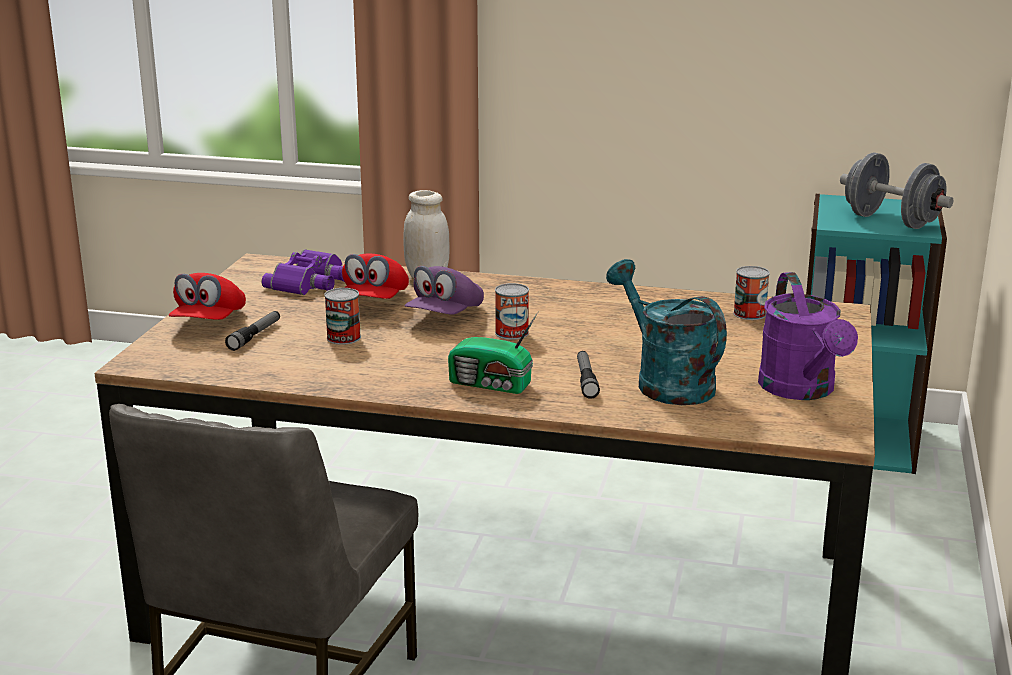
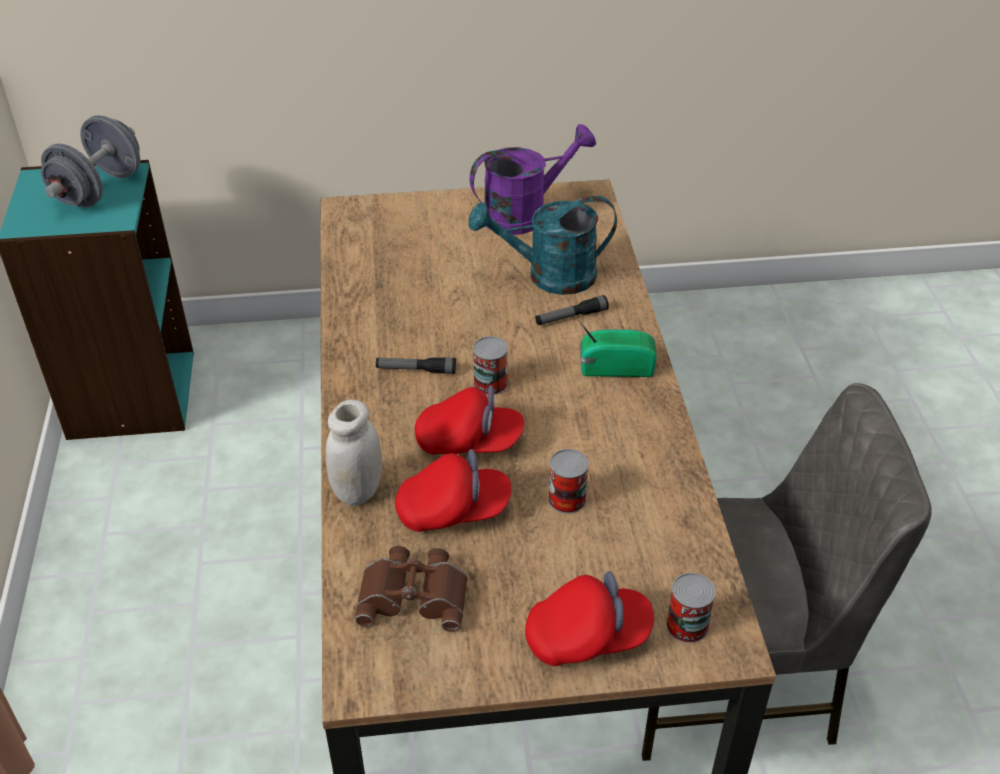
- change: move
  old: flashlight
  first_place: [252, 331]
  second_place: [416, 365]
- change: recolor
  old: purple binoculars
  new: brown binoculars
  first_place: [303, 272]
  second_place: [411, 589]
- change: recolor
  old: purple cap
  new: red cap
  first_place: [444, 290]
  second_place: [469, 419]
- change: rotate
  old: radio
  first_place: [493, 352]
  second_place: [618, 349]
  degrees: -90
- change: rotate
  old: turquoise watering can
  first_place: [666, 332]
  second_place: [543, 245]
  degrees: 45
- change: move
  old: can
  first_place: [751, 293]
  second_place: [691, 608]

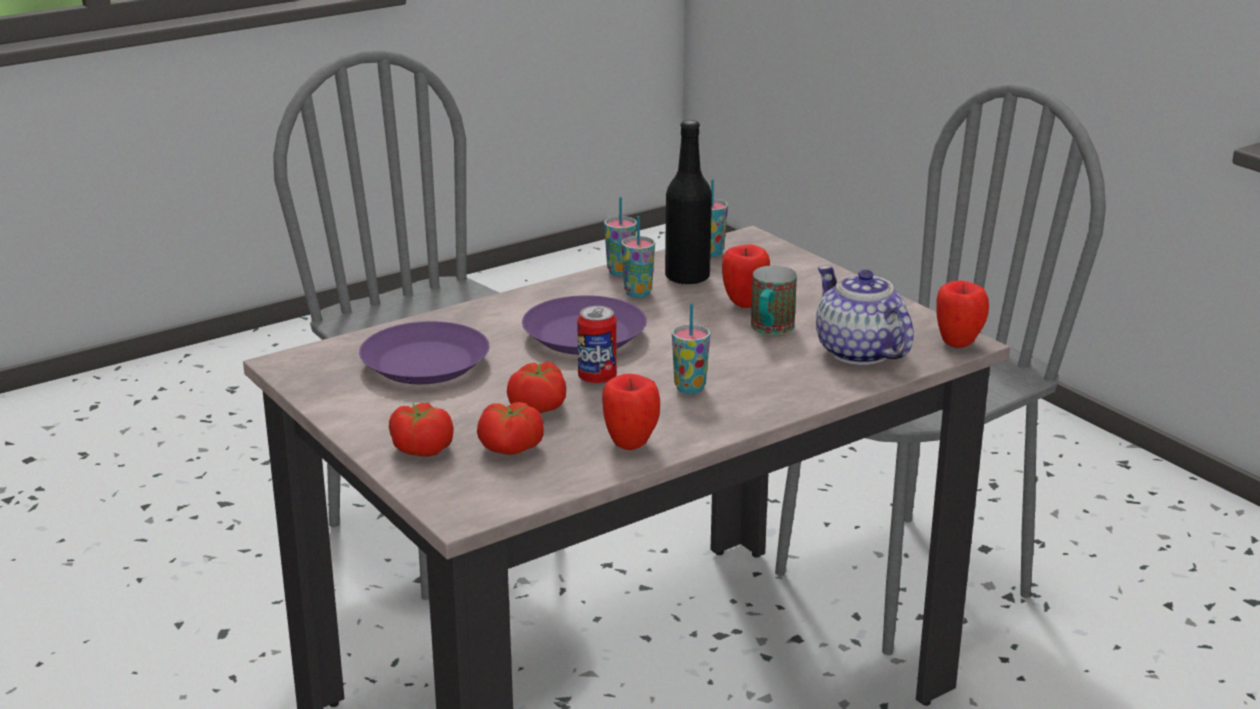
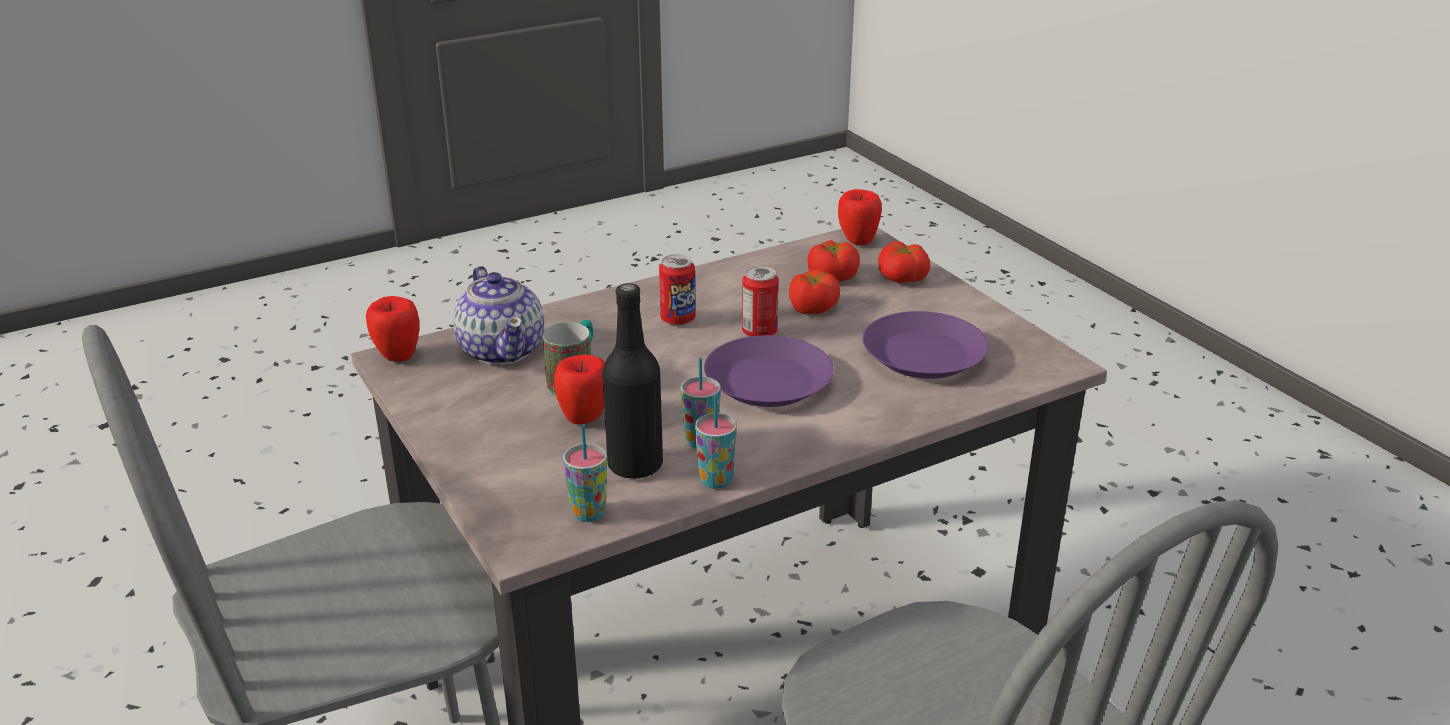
- change: move
  old: apple
  first_place: [631, 412]
  second_place: [860, 217]
- change: replace
  old: cup
  new: can
  first_place: [691, 348]
  second_place: [677, 290]

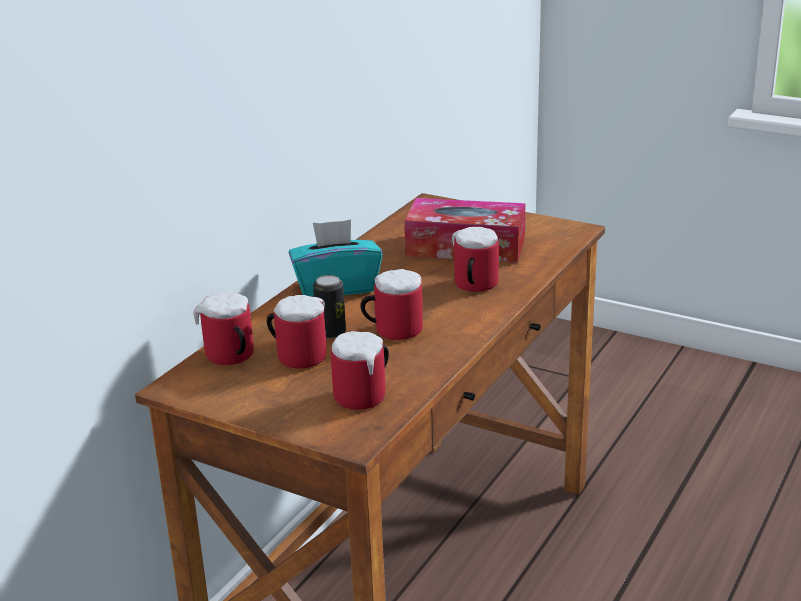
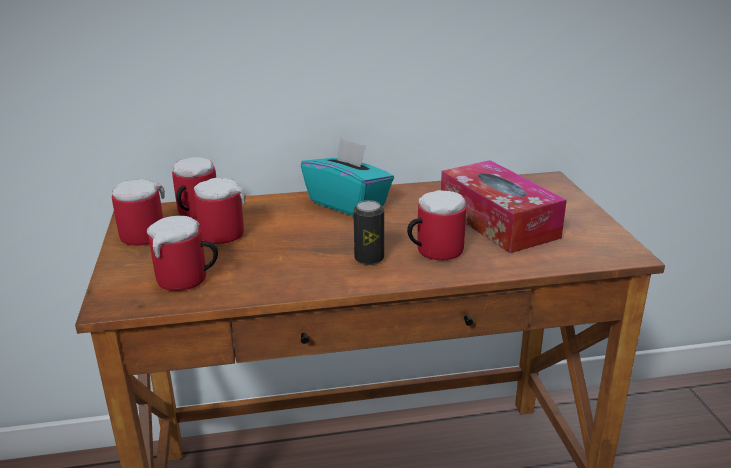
- change: move
  old: can
  first_place: [329, 307]
  second_place: [368, 232]
- change: move
  old: mug
  first_place: [391, 304]
  second_place: [138, 212]

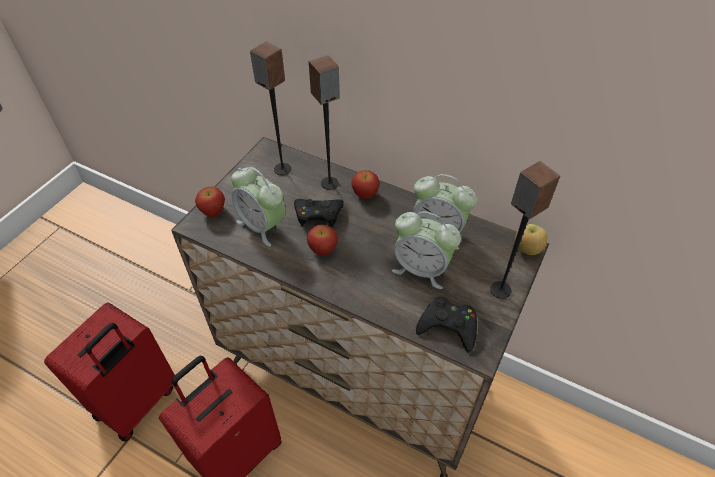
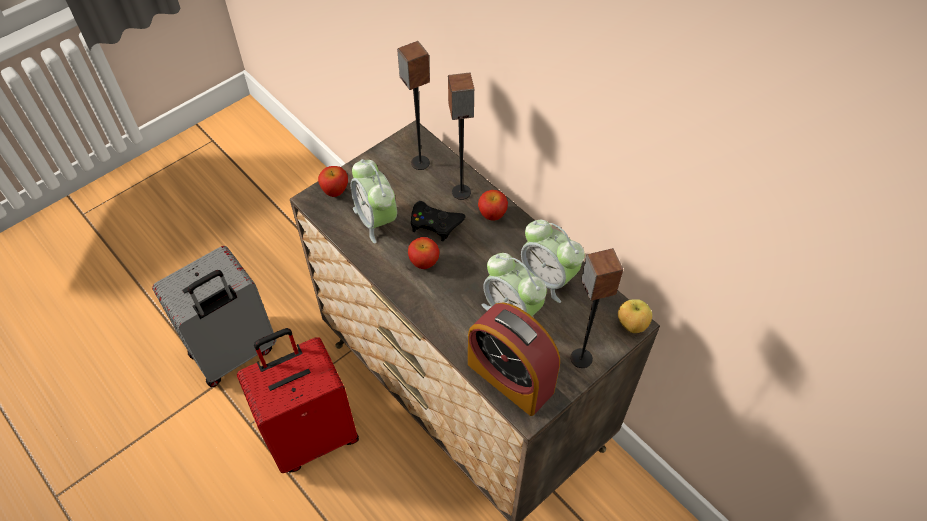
- change: recolor
  old: red suitcase
  new: grey suitcase
  first_place: [109, 372]
  second_place: [214, 316]
- change: replace
  old: black game controller
  new: alarm clock
  first_place: [446, 325]
  second_place: [514, 359]

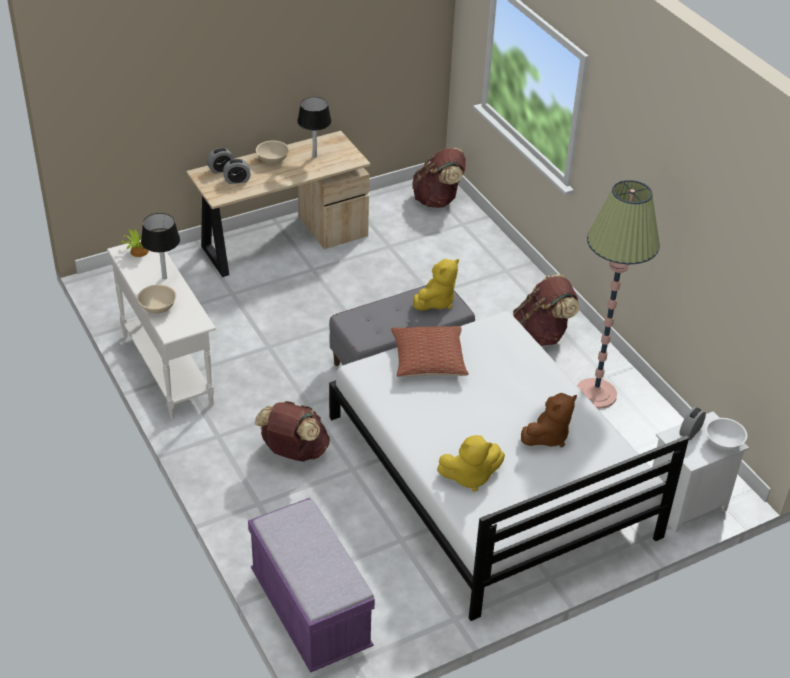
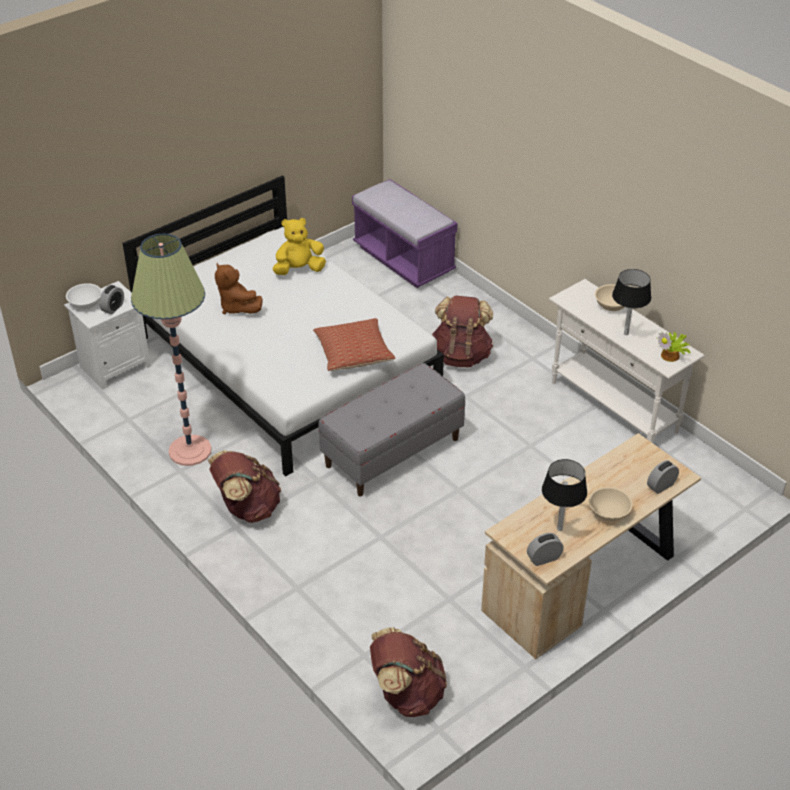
- change: move
  old: alarm clock
  first_place: [237, 171]
  second_place: [545, 549]
- change: delete
  old: yellow plush toy
  first_place: [436, 285]
- change: rotate
  old: brown plush toy
  first_place: [549, 420]
  second_place: [239, 288]
  degrees: -75

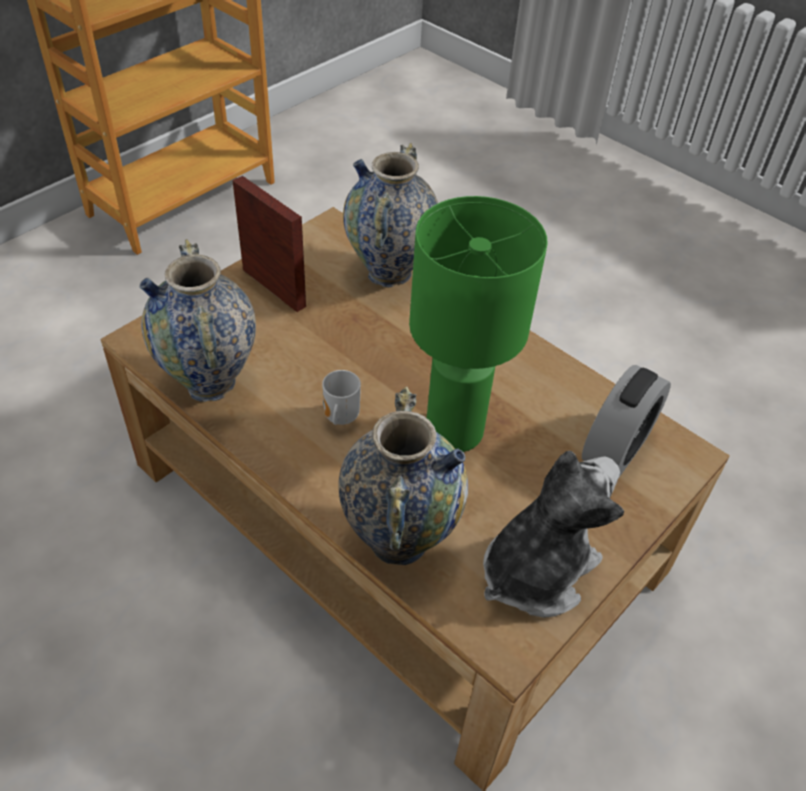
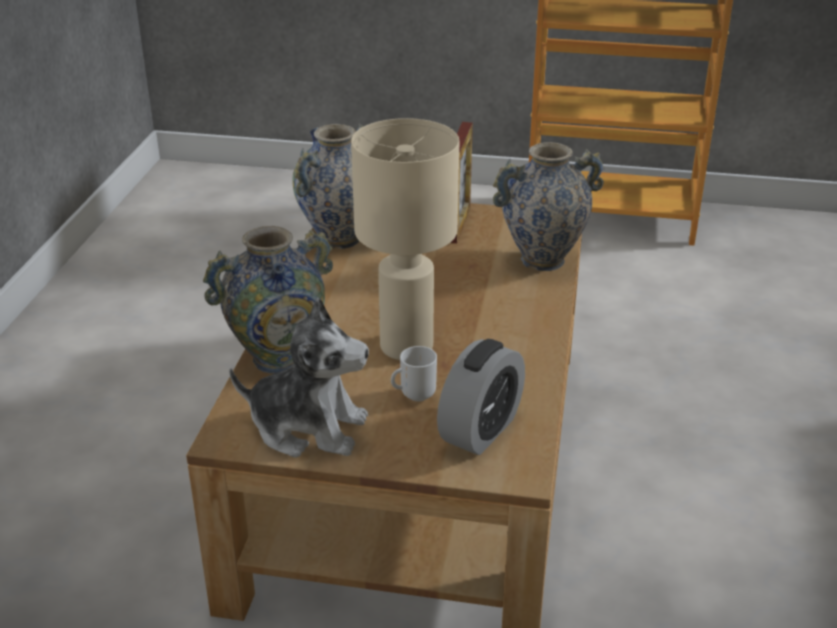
- change: move
  old: mug
  first_place: [341, 397]
  second_place: [414, 374]
- change: recolor
  old: green table lamp
  new: beige table lamp
  first_place: [478, 324]
  second_place: [405, 239]
- change: rotate
  old: alarm clock
  first_place: [626, 421]
  second_place: [481, 397]
  degrees: -60

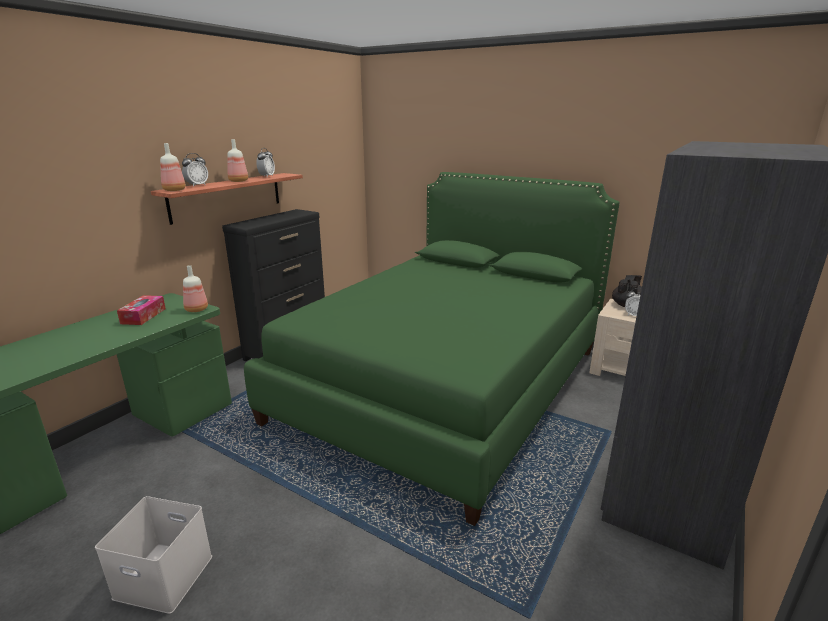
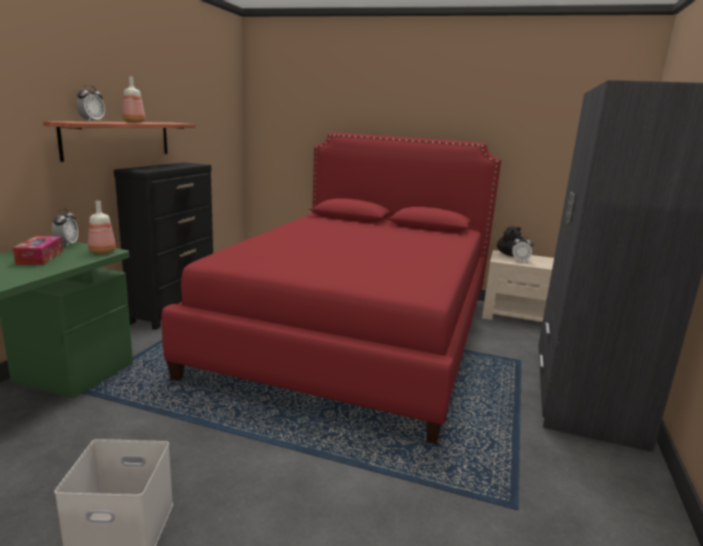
- change: delete
  old: bottle
  first_place: [173, 167]
- change: recolor
  old: green bed
  new: red bed
  first_place: [432, 349]
  second_place: [331, 288]
- change: move
  old: alarm clock
  first_place: [265, 162]
  second_place: [65, 227]

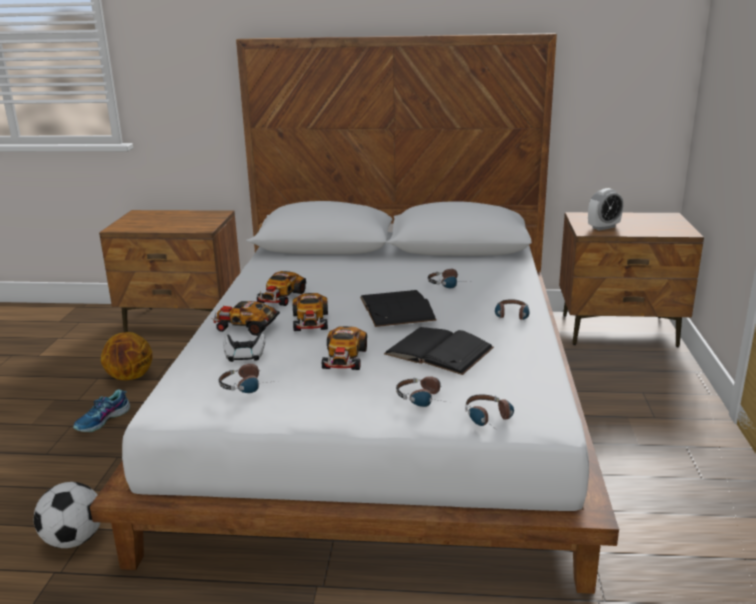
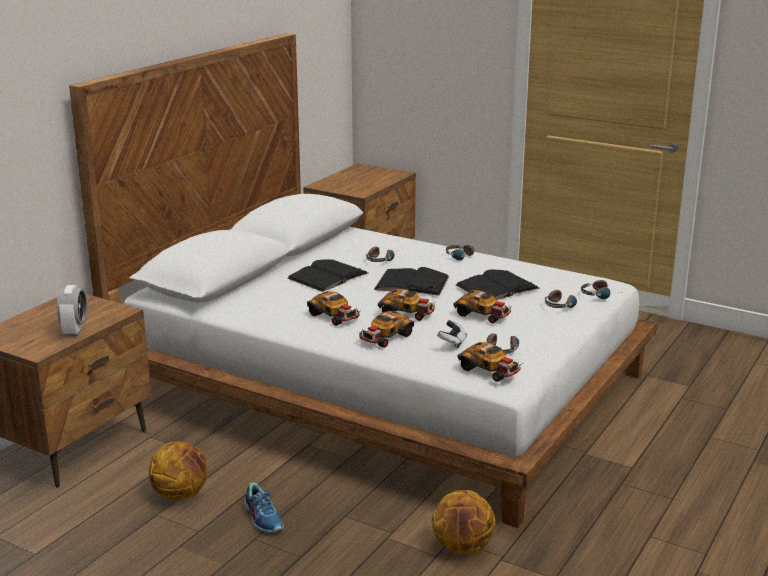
- change: replace
  old: football
  new: basketball
  first_place: [67, 515]
  second_place: [464, 522]
- change: move
  old: alarm clock
  first_place: [605, 209]
  second_place: [72, 310]
- change: insert
  new: black book
  second_place: [327, 275]
- change: insert
  new: toy car
  second_place: [489, 362]

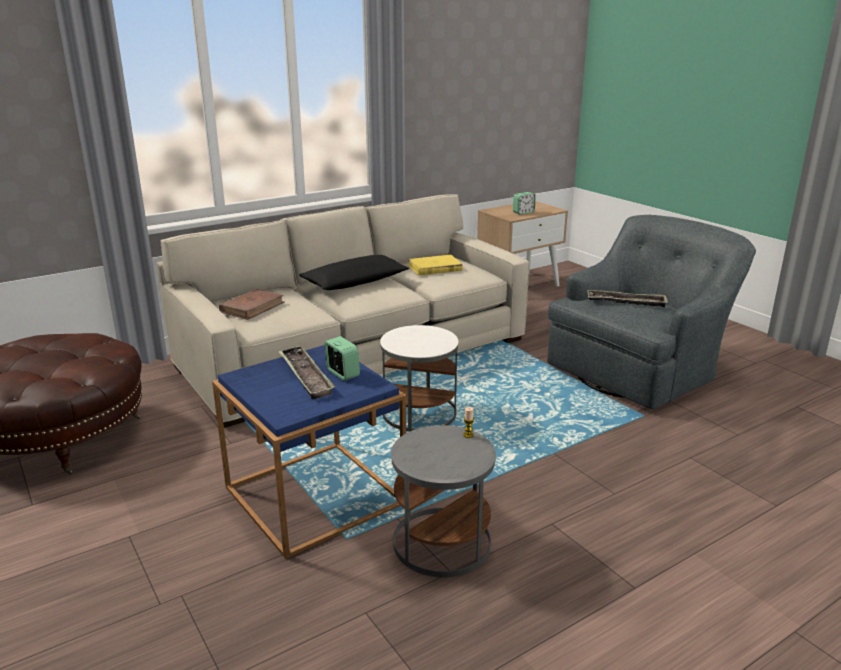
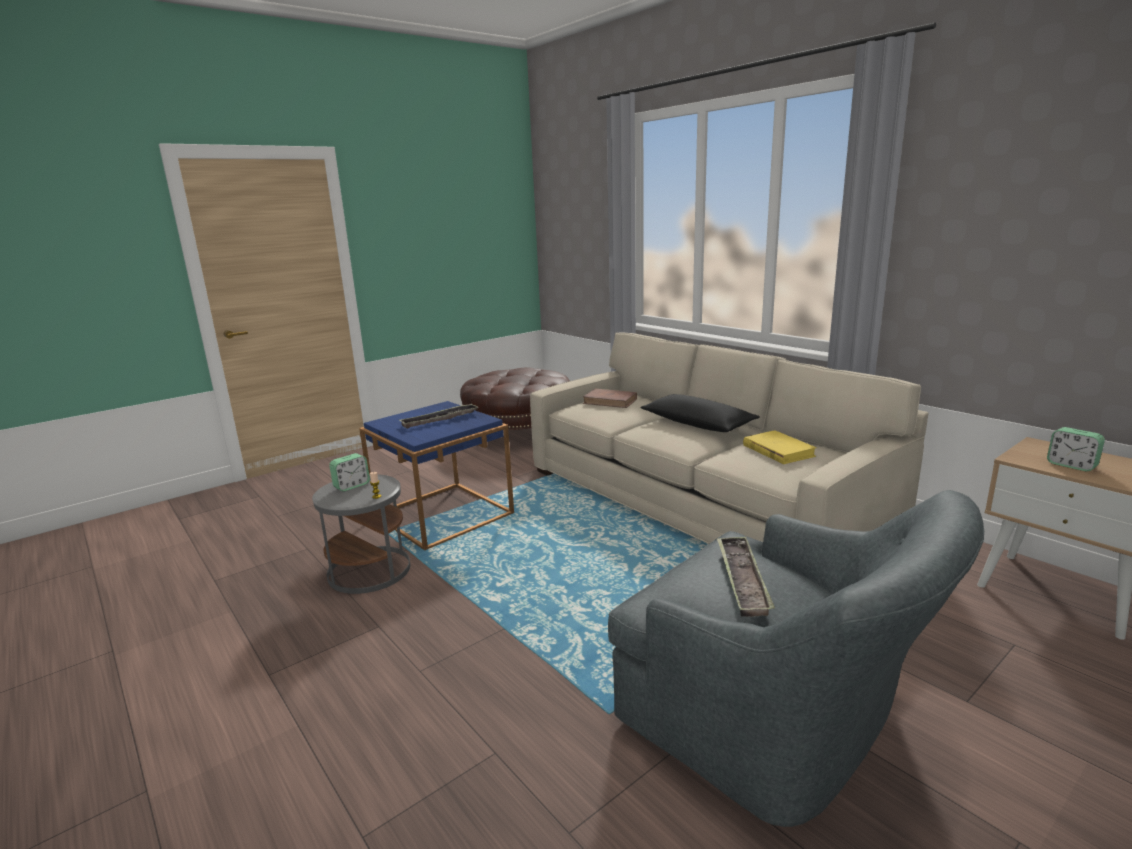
- change: move
  old: alarm clock
  first_place: [342, 358]
  second_place: [349, 472]
- change: delete
  old: white side table
  first_place: [419, 378]

